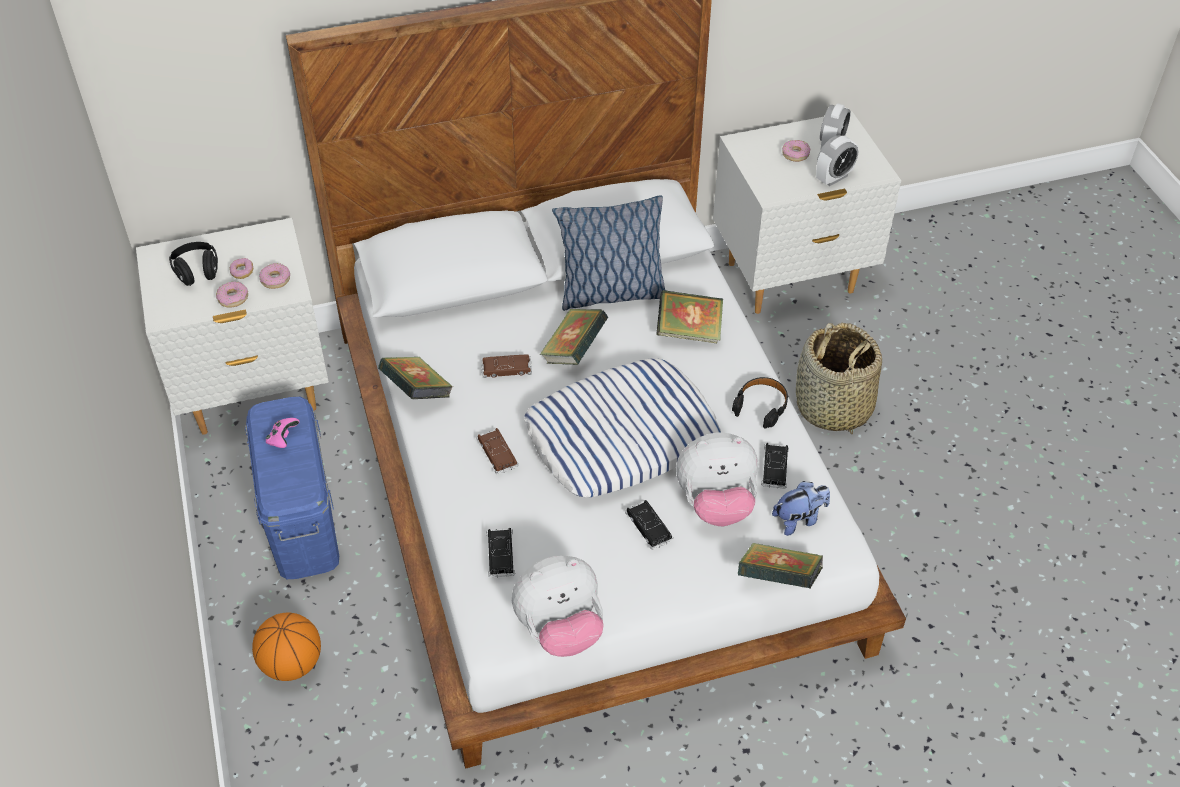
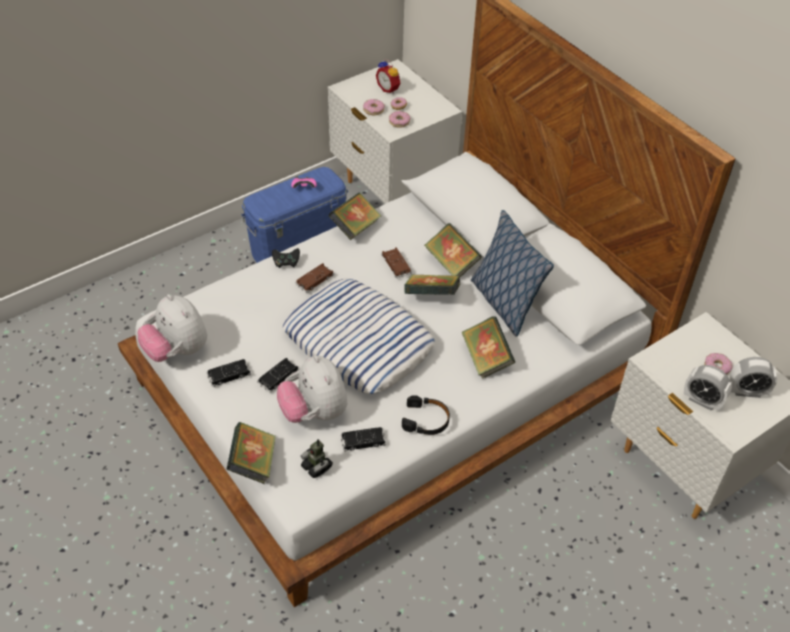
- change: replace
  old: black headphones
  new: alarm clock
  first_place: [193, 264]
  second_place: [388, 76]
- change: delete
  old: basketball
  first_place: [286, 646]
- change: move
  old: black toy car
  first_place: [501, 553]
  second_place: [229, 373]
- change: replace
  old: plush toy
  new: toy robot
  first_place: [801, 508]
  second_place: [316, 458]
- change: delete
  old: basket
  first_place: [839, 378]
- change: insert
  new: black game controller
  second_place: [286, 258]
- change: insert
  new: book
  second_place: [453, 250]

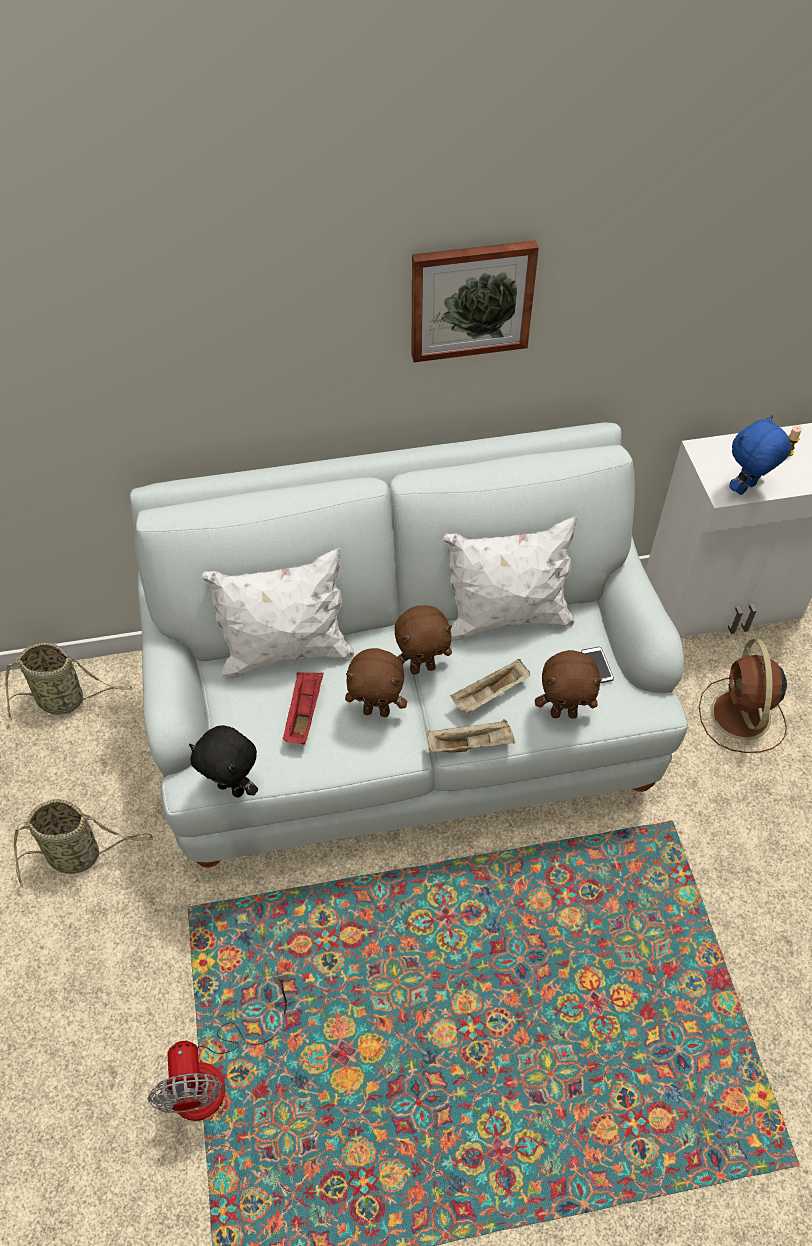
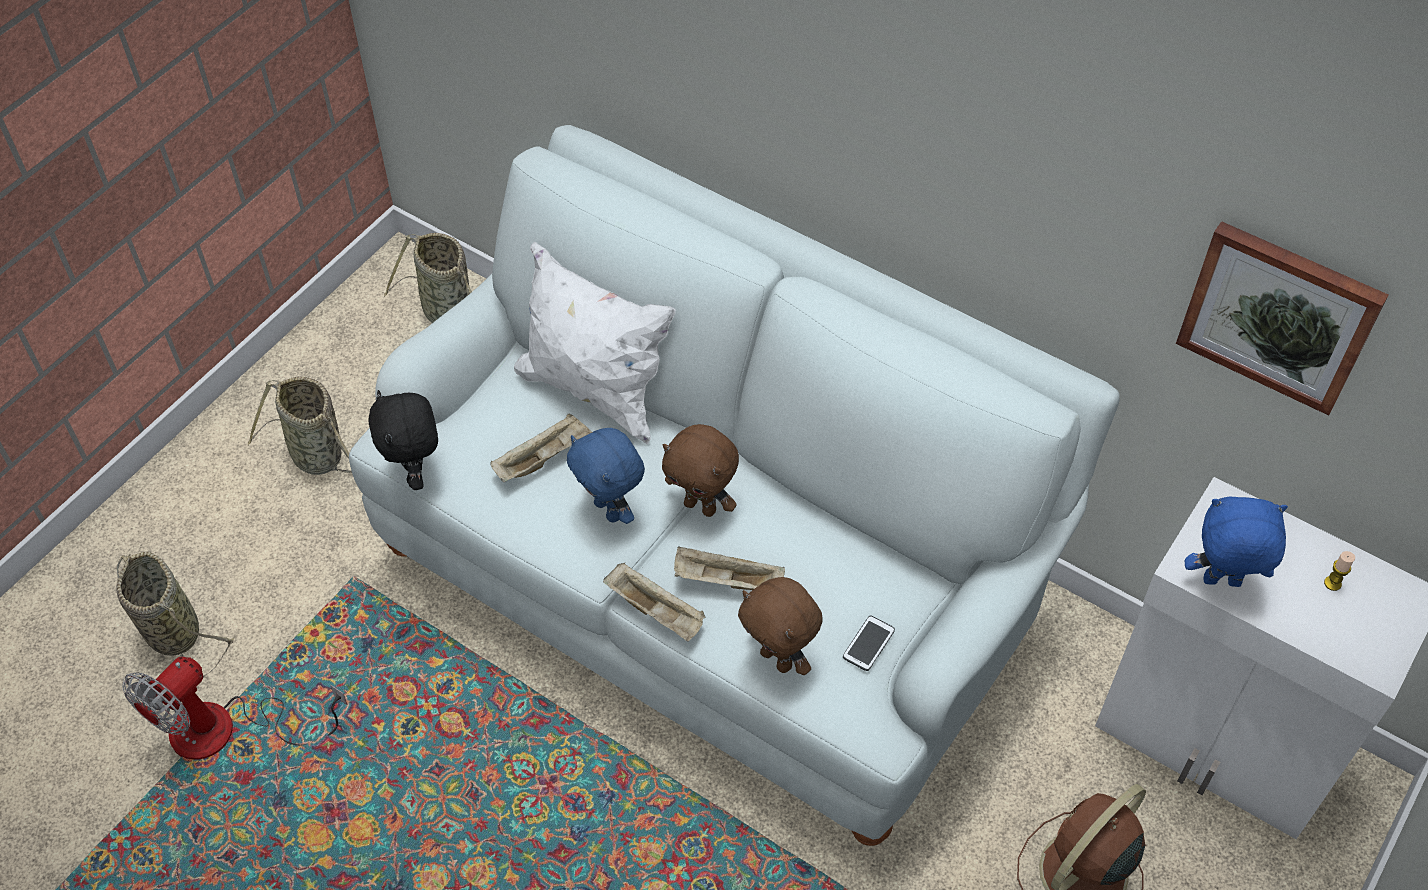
- change: recolor
  old: red tray
  new: beige tray
  first_place: [303, 708]
  second_place: [541, 447]
- change: recolor
  old: brown plush toy
  new: blue plush toy
  first_place: [376, 682]
  second_place: [606, 476]
- change: move
  old: picture
  first_place: [475, 301]
  second_place: [1282, 318]
- change: delete
  old: white pillow
  first_place: [510, 578]
- change: insert
  new: basket
  second_place: [175, 614]

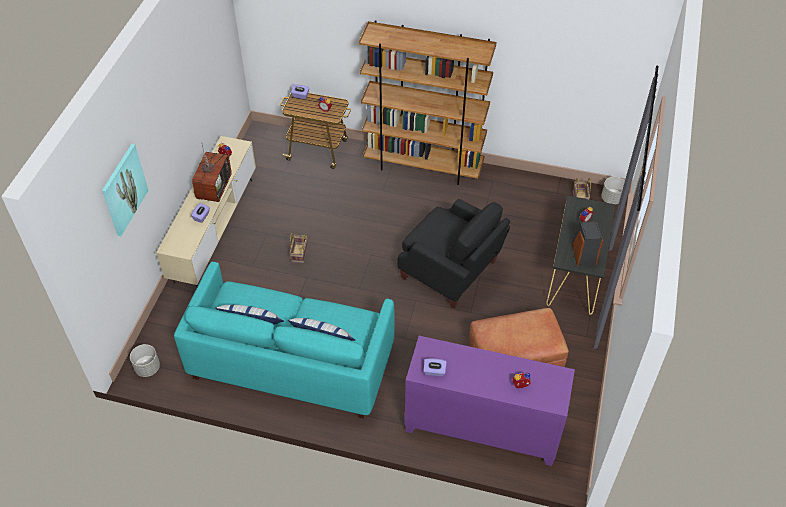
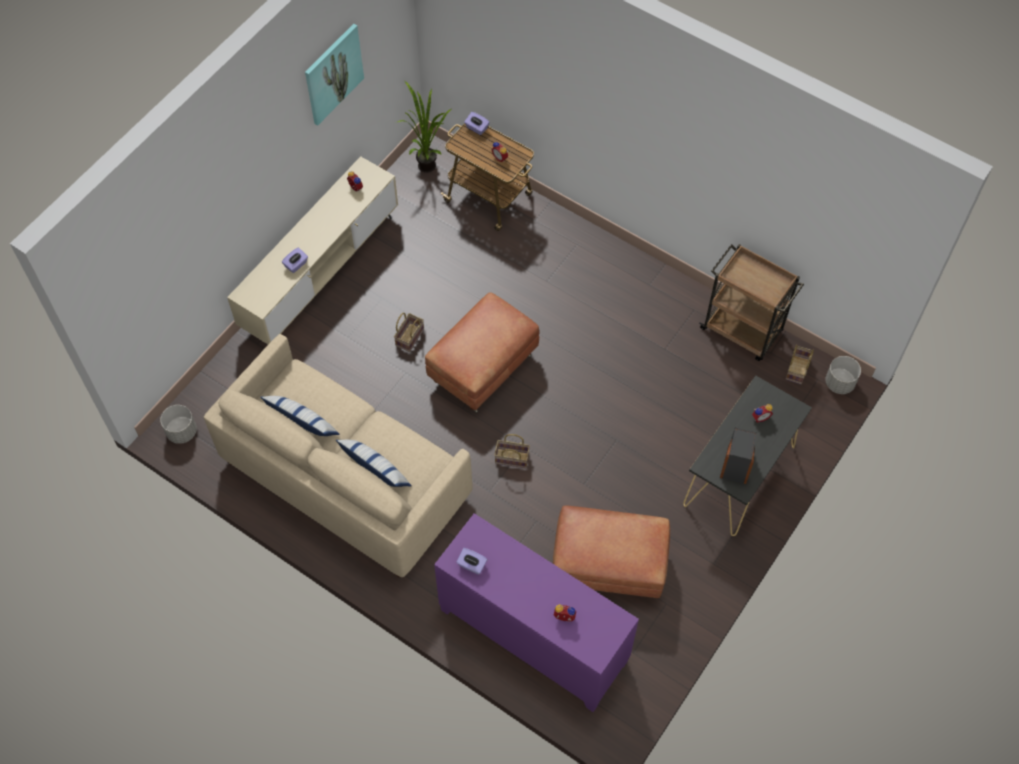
- change: move
  old: picture
  first_place: [125, 190]
  second_place: [334, 74]
- change: recolor
  old: turquoise sofa
  new: beige sofa
  first_place: [284, 340]
  second_place: [338, 455]
- change: delete
  old: television
  first_place: [212, 171]
- change: delete
  old: brown bookcase
  first_place: [427, 102]
- change: delete
  old: black armchair
  first_place: [453, 254]
- change: insert
  new: potted plant
  second_place: [424, 127]
- change: insert
  new: brown ottoman
  second_place: [482, 352]
- change: insert
  new: basket
  second_place: [512, 451]
- change: insert
  new: brown cart
  second_place: [751, 302]

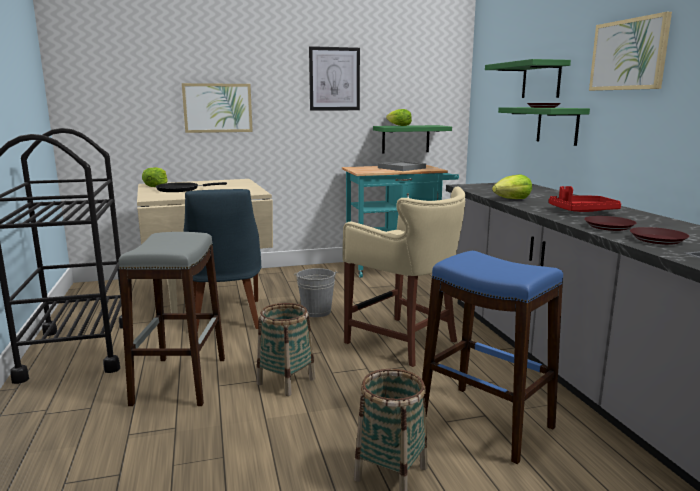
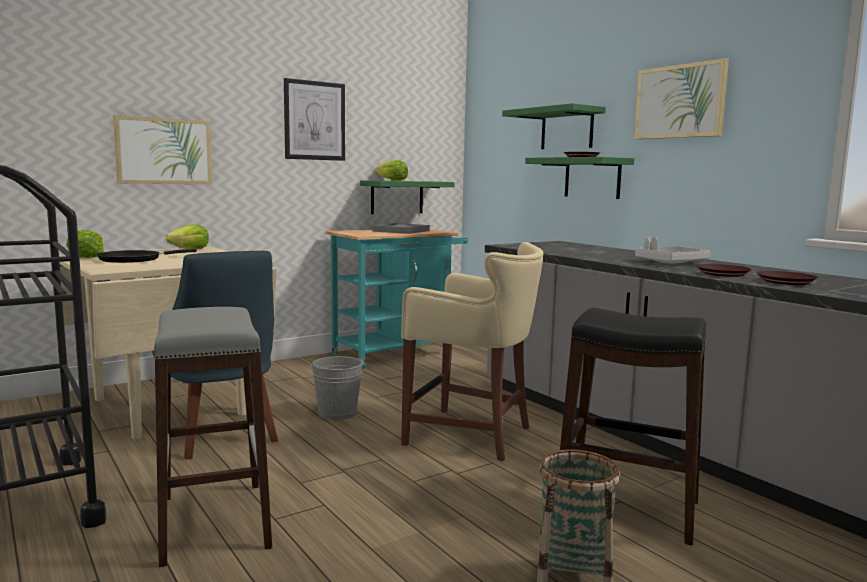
- change: delete
  old: basket
  first_place: [286, 349]
- change: recolor
  old: blue stool
  new: black stool
  first_place: [492, 357]
  second_place: [633, 427]
- change: move
  old: lettuce
  first_place: [512, 187]
  second_place: [187, 237]
- change: recolor
  old: red tray
  new: grey tray
  first_place: [585, 199]
  second_place: [673, 250]

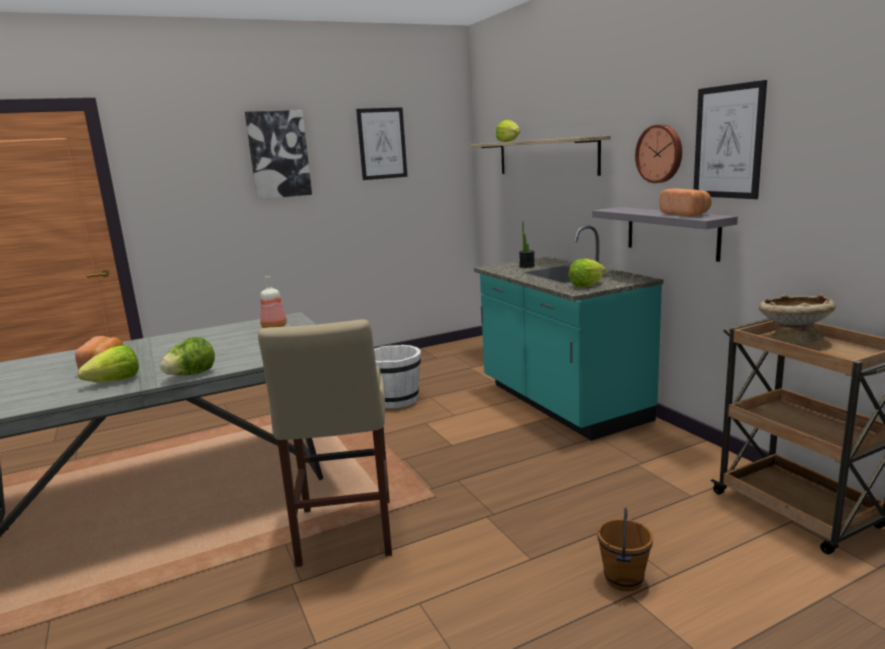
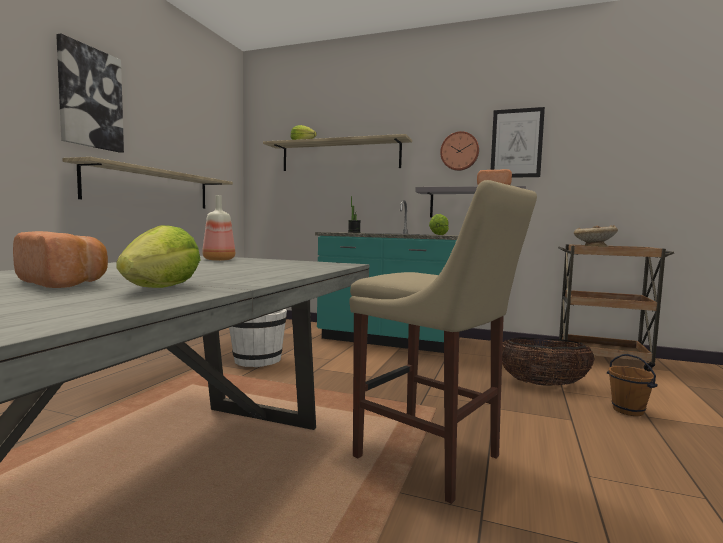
- change: delete
  old: lettuce
  first_place: [187, 356]
- change: delete
  old: picture
  first_place: [381, 143]
- change: insert
  new: shelf
  second_place: [147, 183]
- change: insert
  new: basket
  second_place: [548, 361]

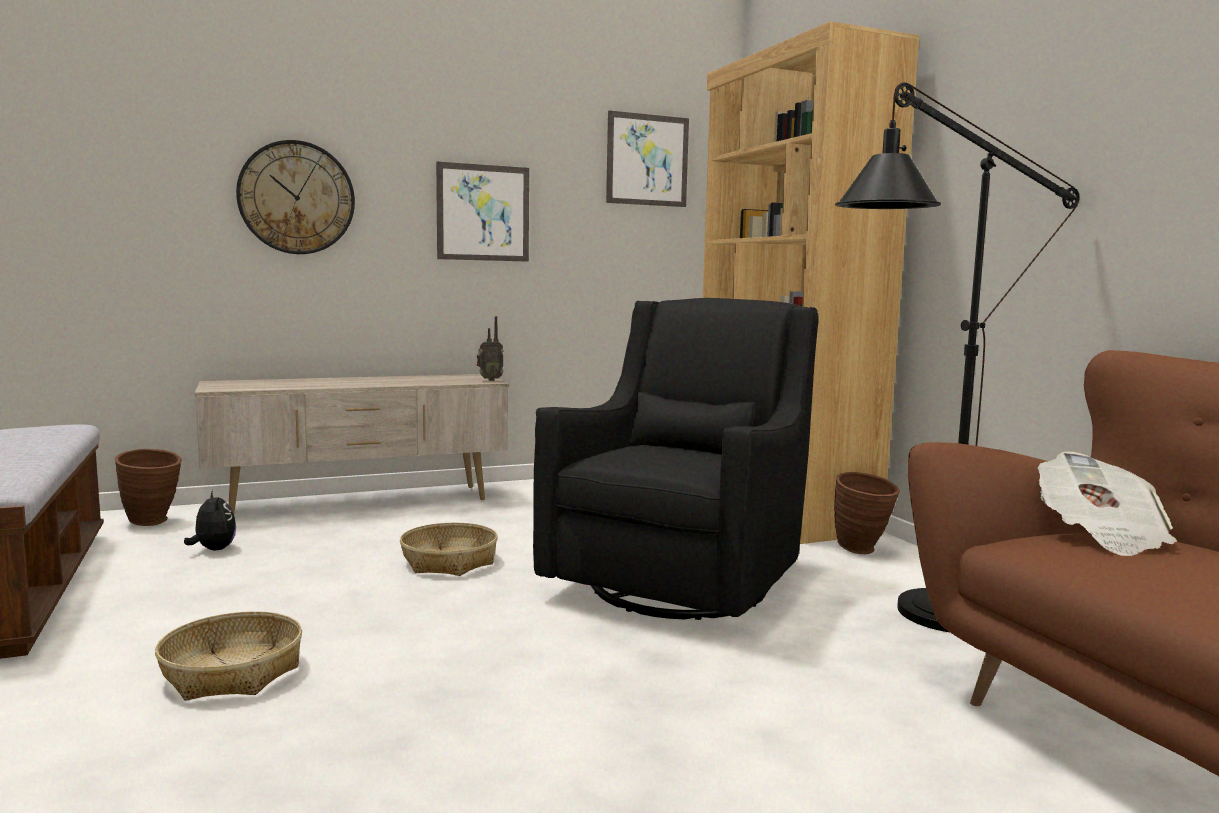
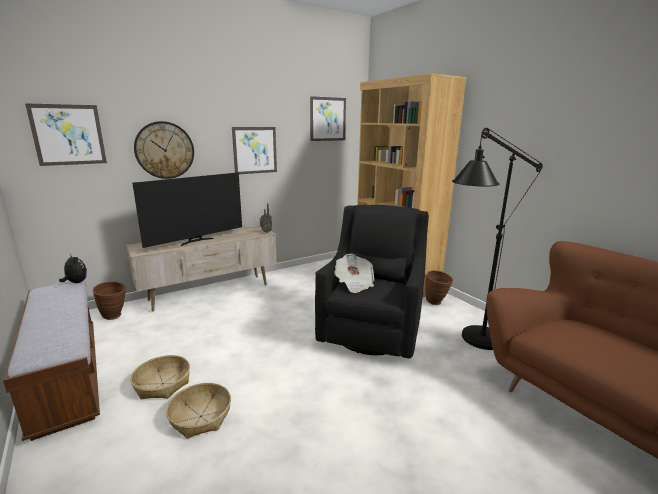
- change: move
  old: plush toy
  first_place: [210, 520]
  second_place: [73, 269]
- change: move
  old: basket
  first_place: [449, 549]
  second_place: [160, 377]
- change: move
  old: newspaper
  first_place: [1107, 503]
  second_place: [354, 273]
- change: insert
  new: picture
  second_place: [66, 134]
- change: insert
  new: television
  second_place: [187, 210]

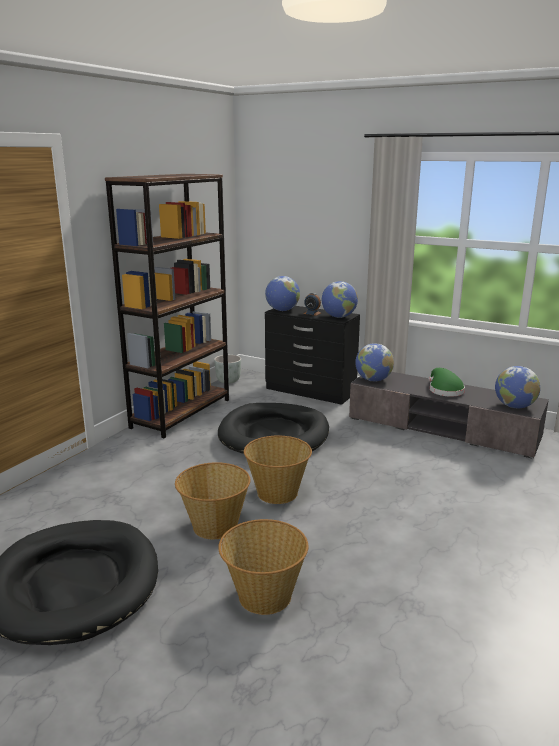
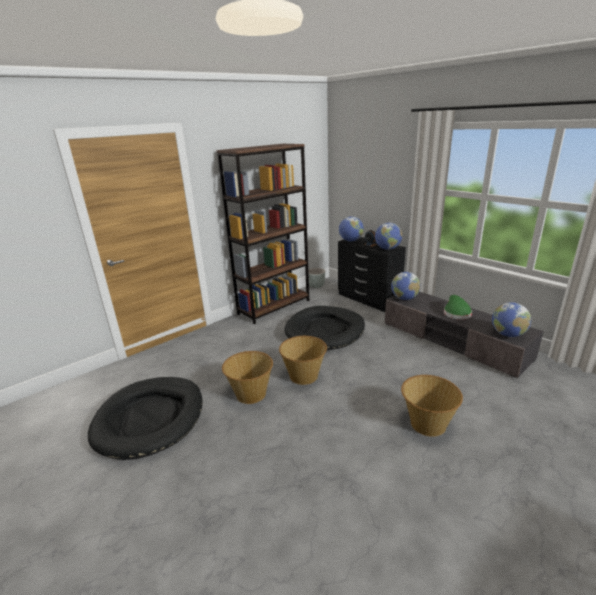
- change: move
  old: basket
  first_place: [263, 567]
  second_place: [432, 406]

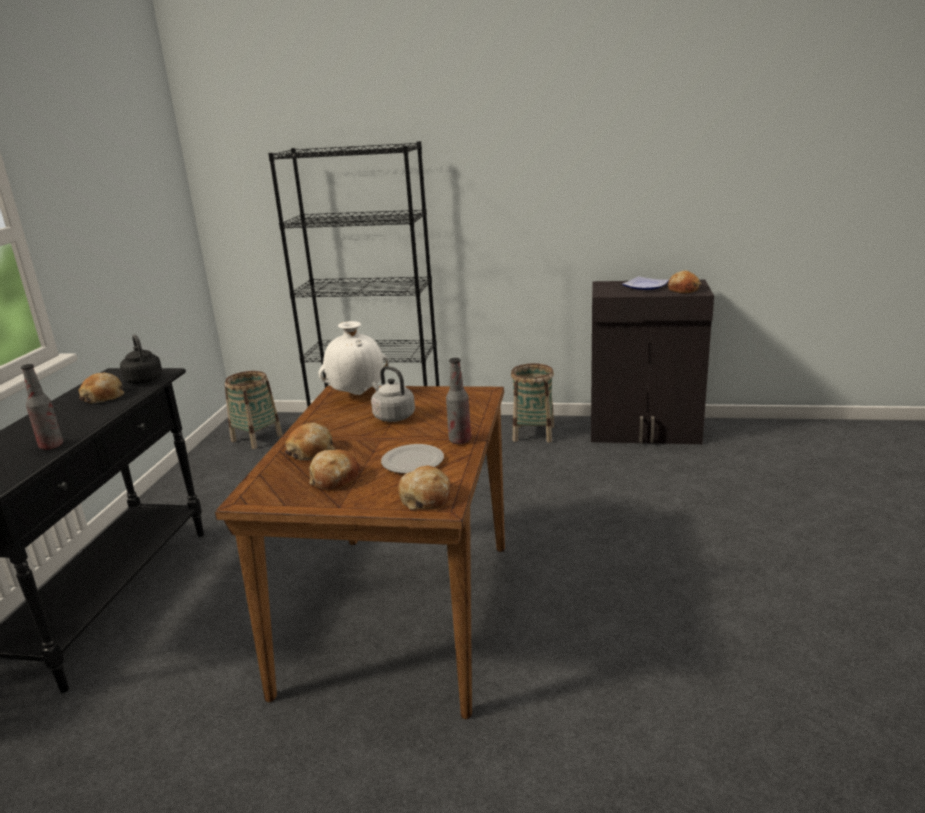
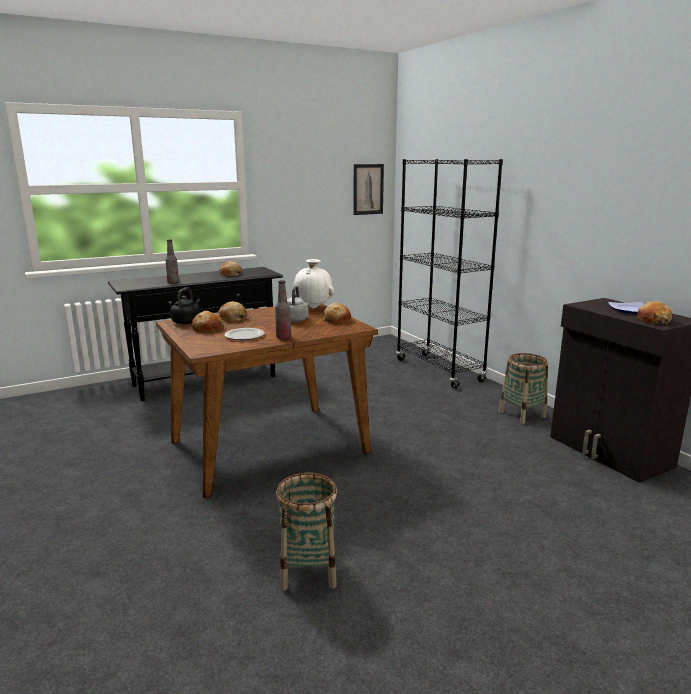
- change: move
  old: black kettle
  first_place: [141, 359]
  second_place: [185, 305]
- change: move
  old: basket
  first_place: [253, 410]
  second_place: [306, 531]
- change: move
  old: bread
  first_place: [424, 488]
  second_place: [337, 313]
- change: insert
  new: picture
  second_place: [368, 189]

